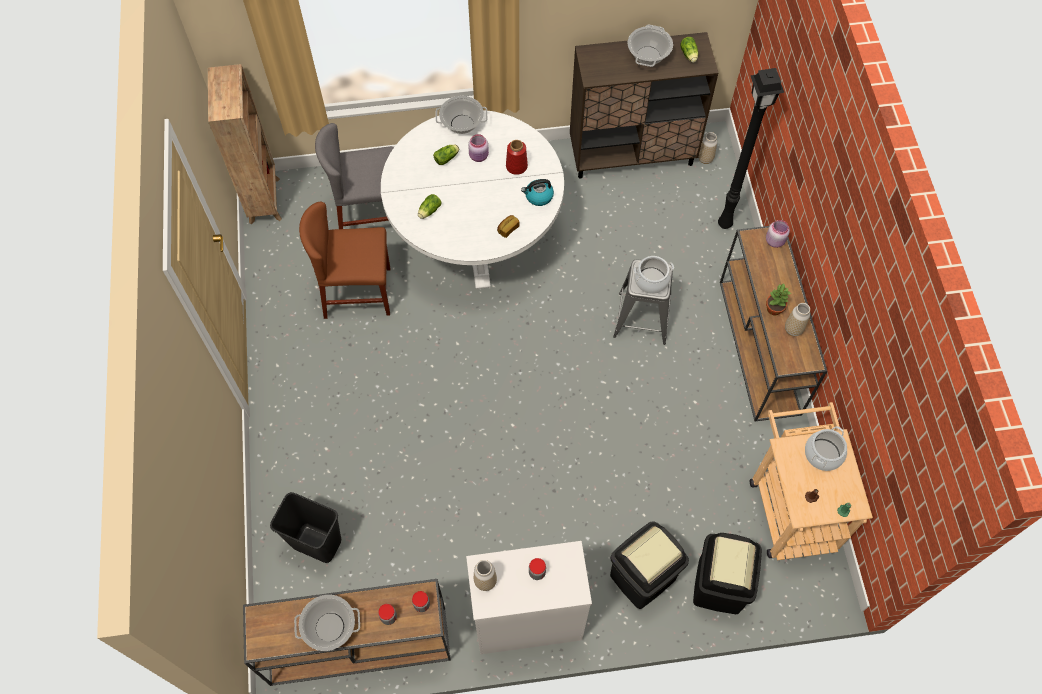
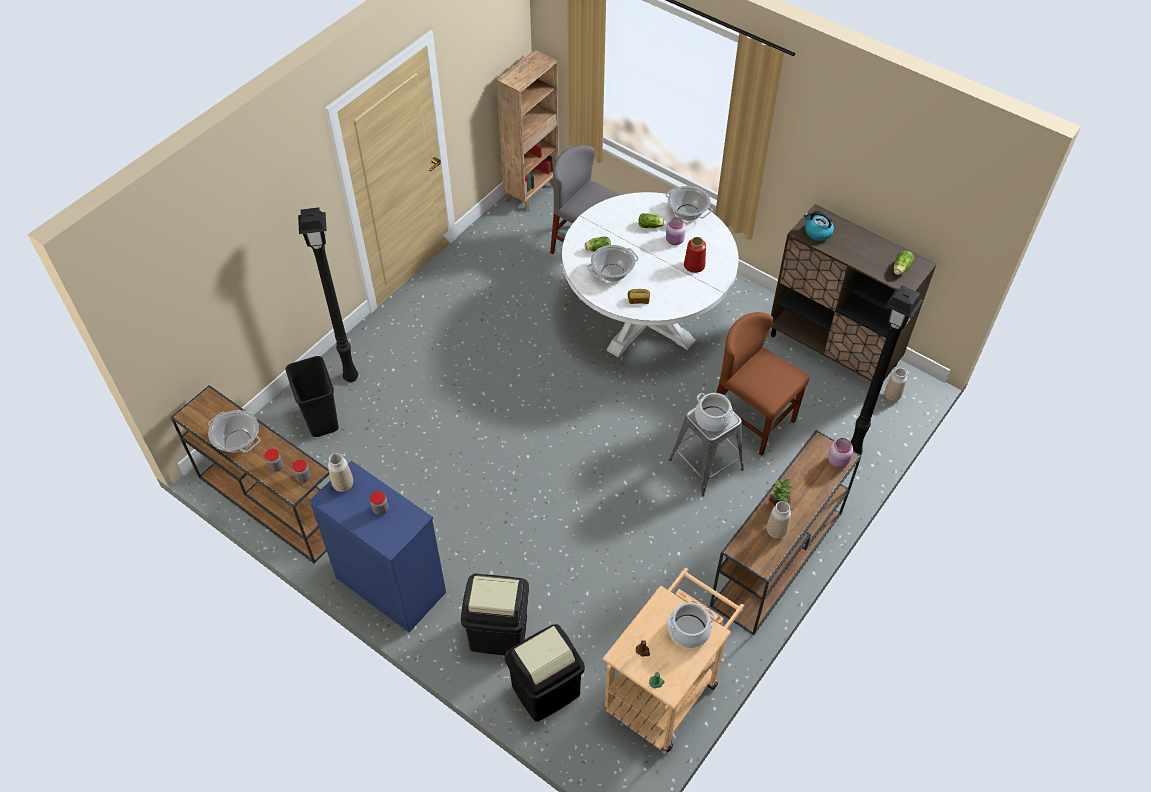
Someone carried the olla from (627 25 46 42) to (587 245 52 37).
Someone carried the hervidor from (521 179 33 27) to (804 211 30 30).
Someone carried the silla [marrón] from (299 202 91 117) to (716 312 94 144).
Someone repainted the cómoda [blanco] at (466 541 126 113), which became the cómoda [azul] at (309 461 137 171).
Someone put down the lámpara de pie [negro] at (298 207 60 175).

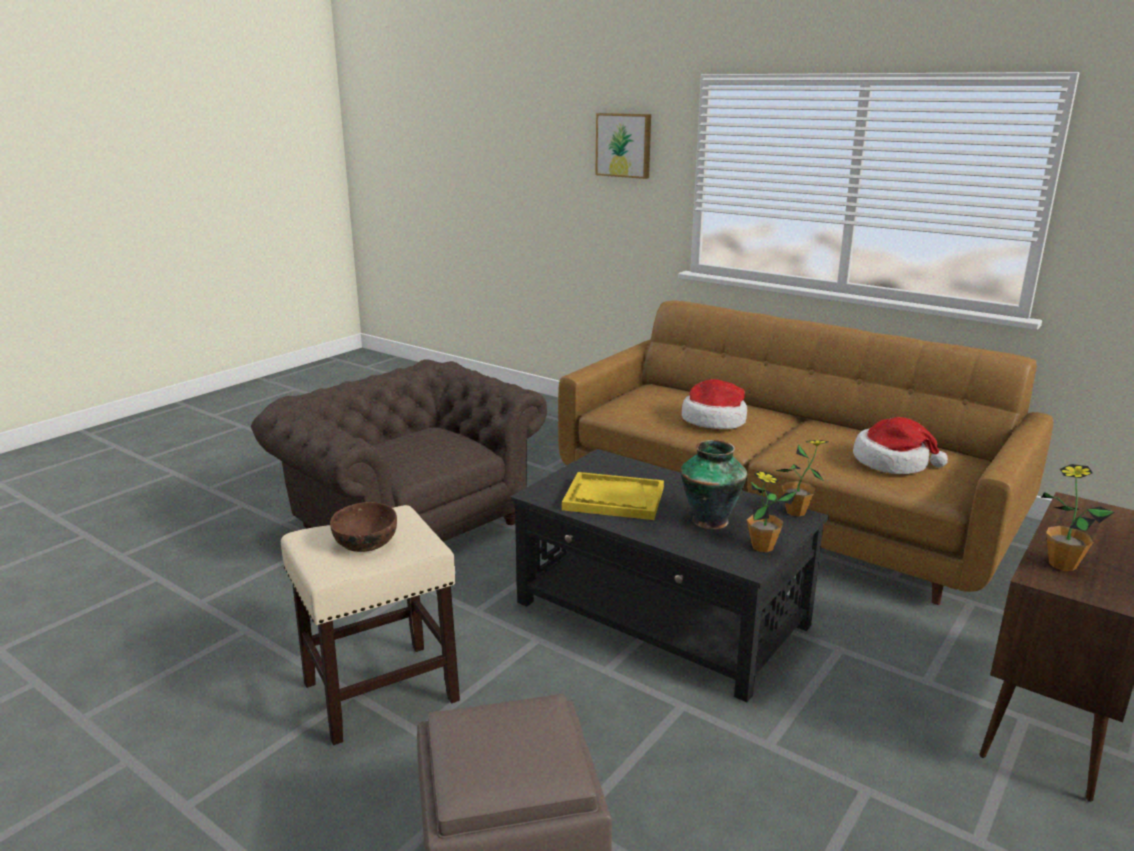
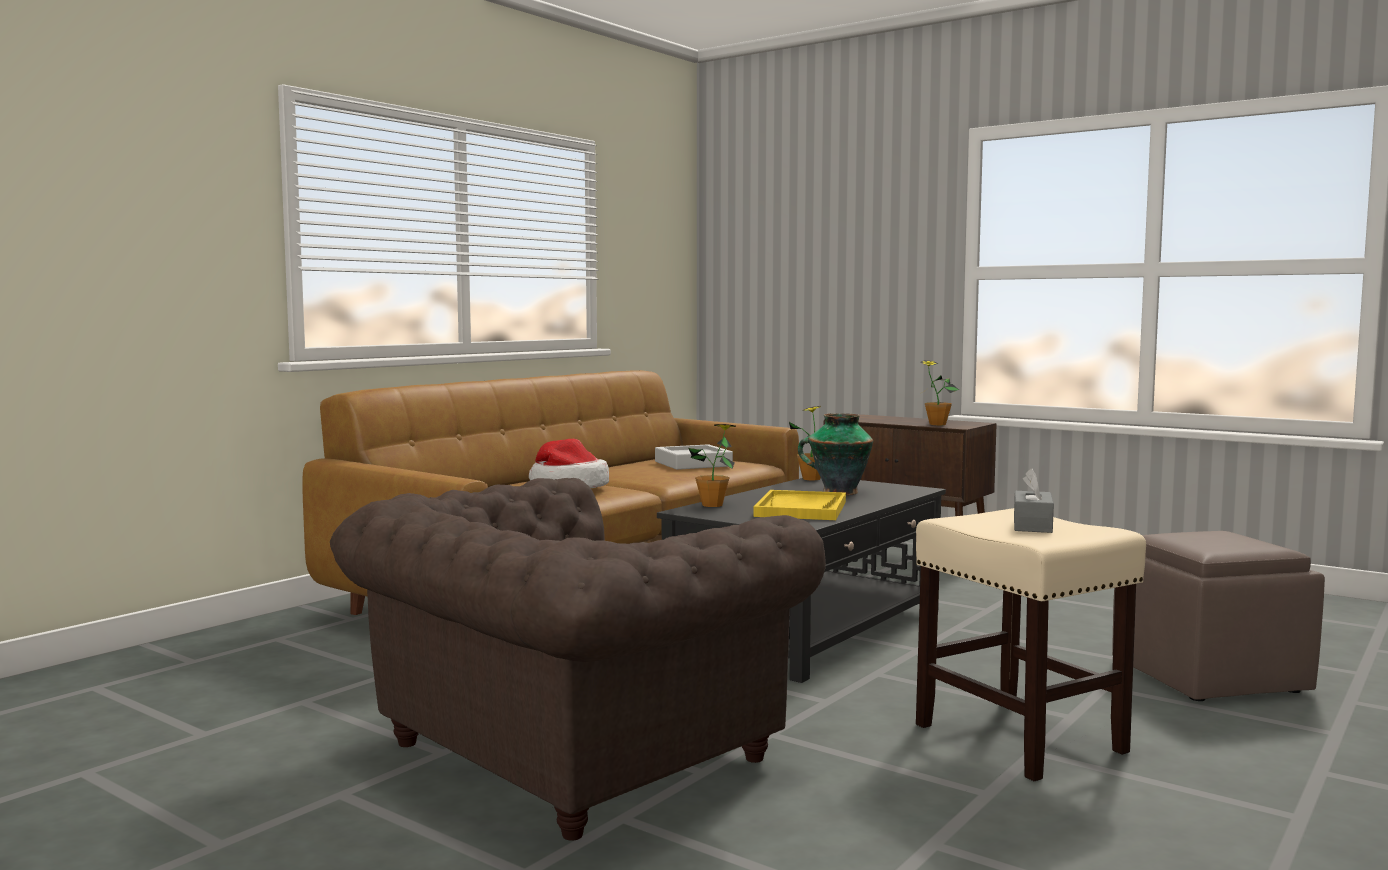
Someone took away the cuadro at (595 113 56 66).
Someone swapped the sombrero at (853 417 95 57) for the bandeja [gris] at (655 444 78 26).
Someone carried the planta en maceta from (747 471 50 81) to (689 424 47 83).
Someone swapped the cuenco [marrón] at (330 502 67 50) for the caja de pañuelos [gris] at (1014 468 40 65).

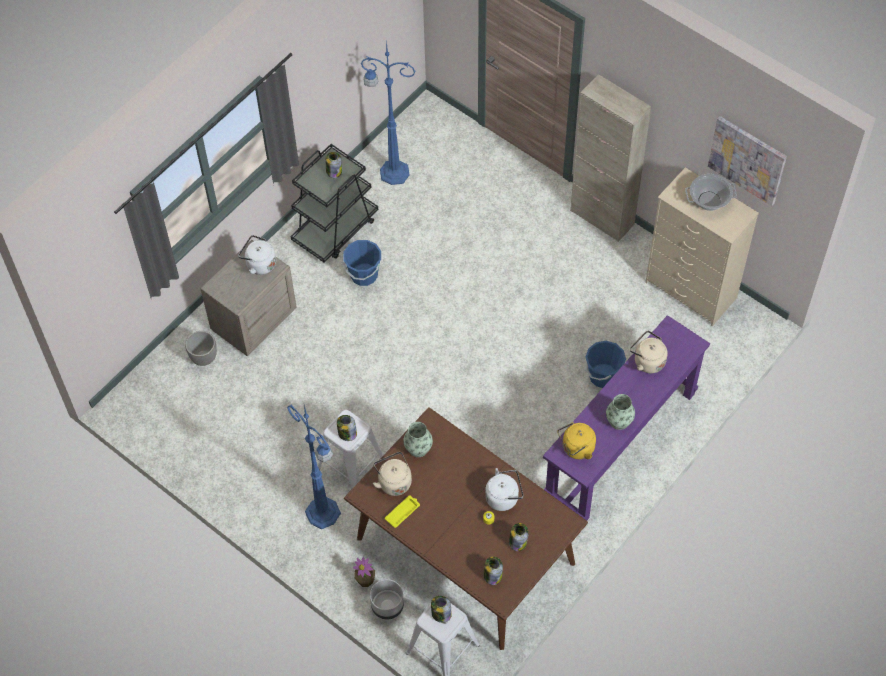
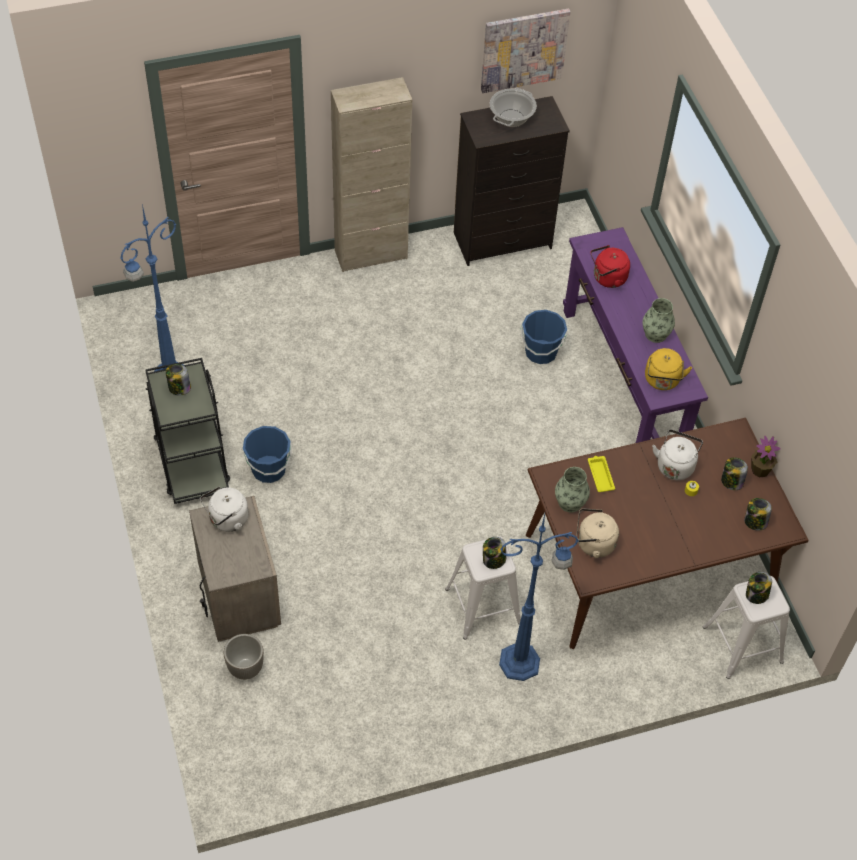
Someone repainted the cómoda [beis] at (645 167 114 159), which became the cómoda [negro] at (454 96 116 170).
Someone repainted the hervidor [beis] at (630 331 38 42), which became the hervidor [rojo] at (591 245 39 43).
Someone carried the bandeja [amarillo] from (385 495 35 33) to (588 456 27 36).
Someone carried the planta en maceta from (353 557 22 30) to (751 436 29 41).
Someone took away the maceta [gris] at (370 579 34 41).

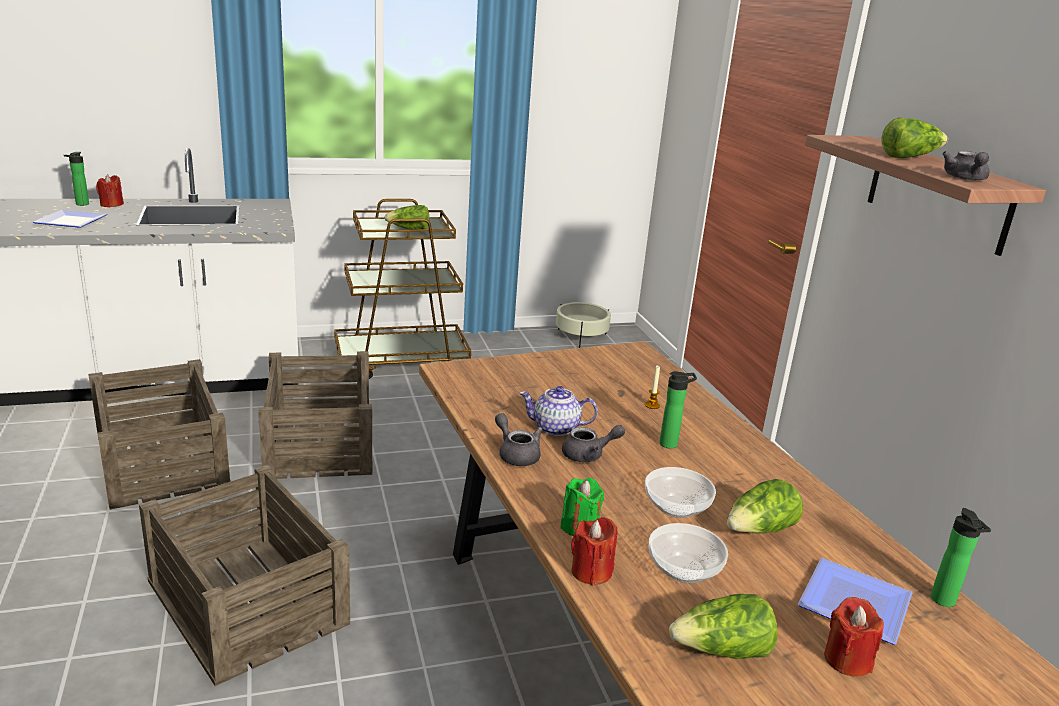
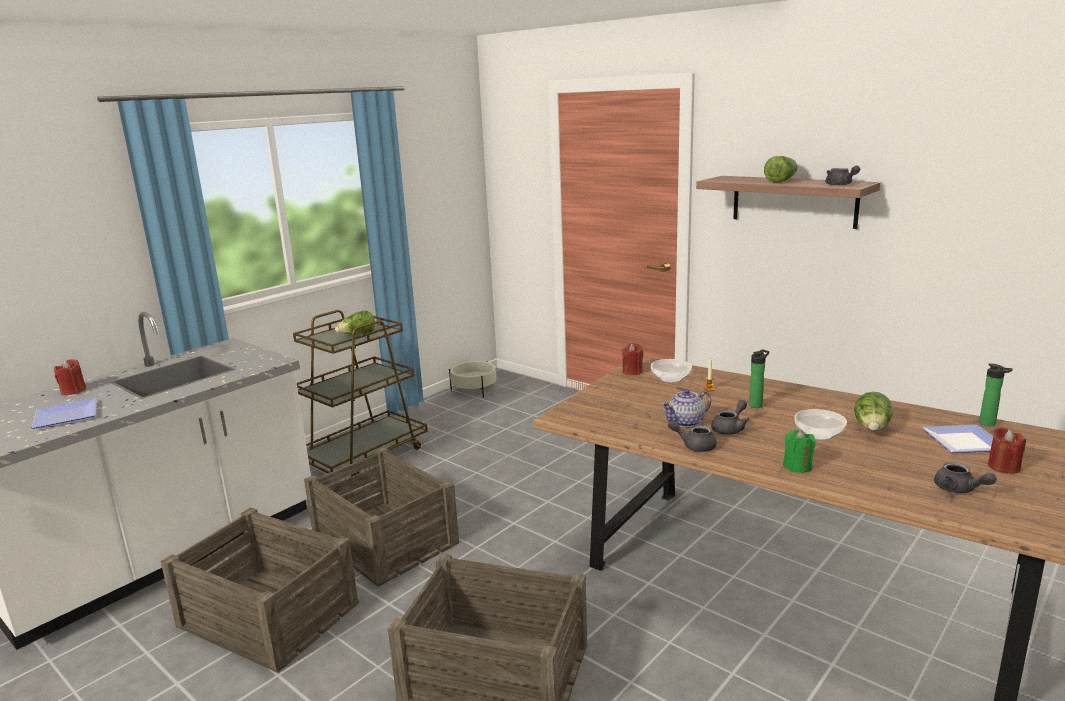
Someone took away the botella at (64 152 25 54).
Someone carried the vela [rojo] from (571 517 46 69) to (622 343 21 32).
Someone carried the cuenco from (649 523 79 60) to (651 359 41 24).
Someone swapped the lechuga at (669 594 109 65) for the tetera [gris] at (934 462 62 31).

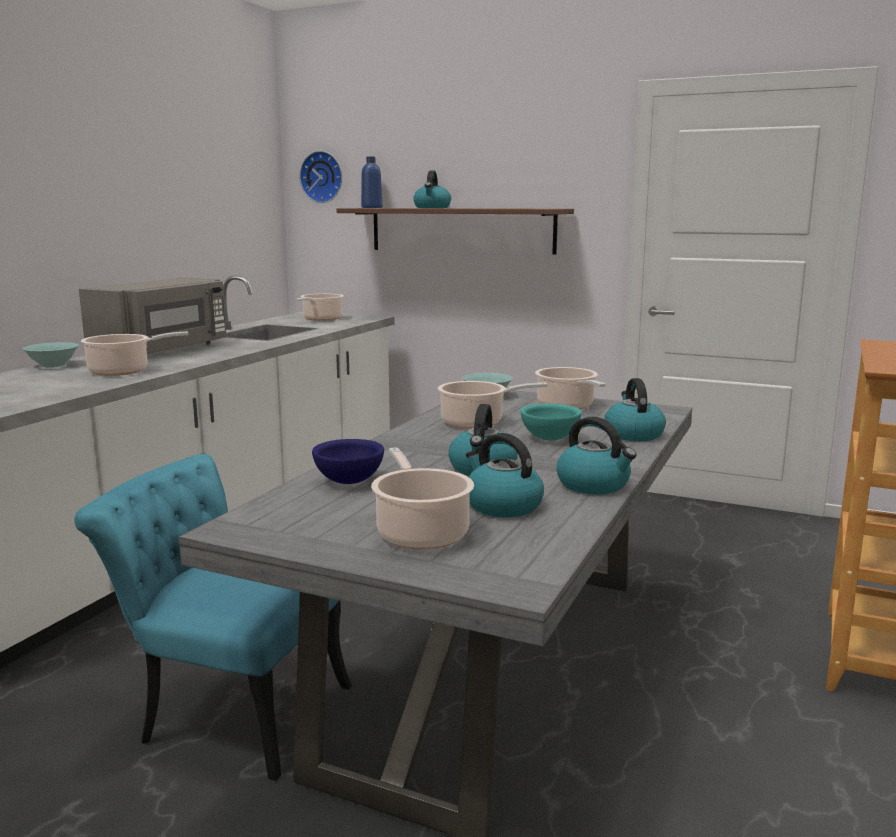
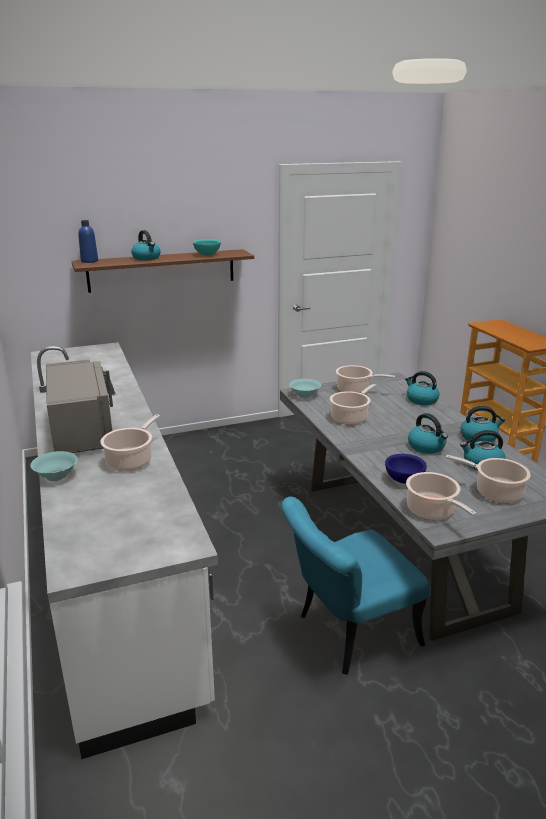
Someone took away the reloj de pared at (299 151 43 52).
Someone carried the olla from (296 294 48 27) to (406 472 71 48).
Someone carried the cuenco [turquesa] from (520 403 62 37) to (193 239 28 17).

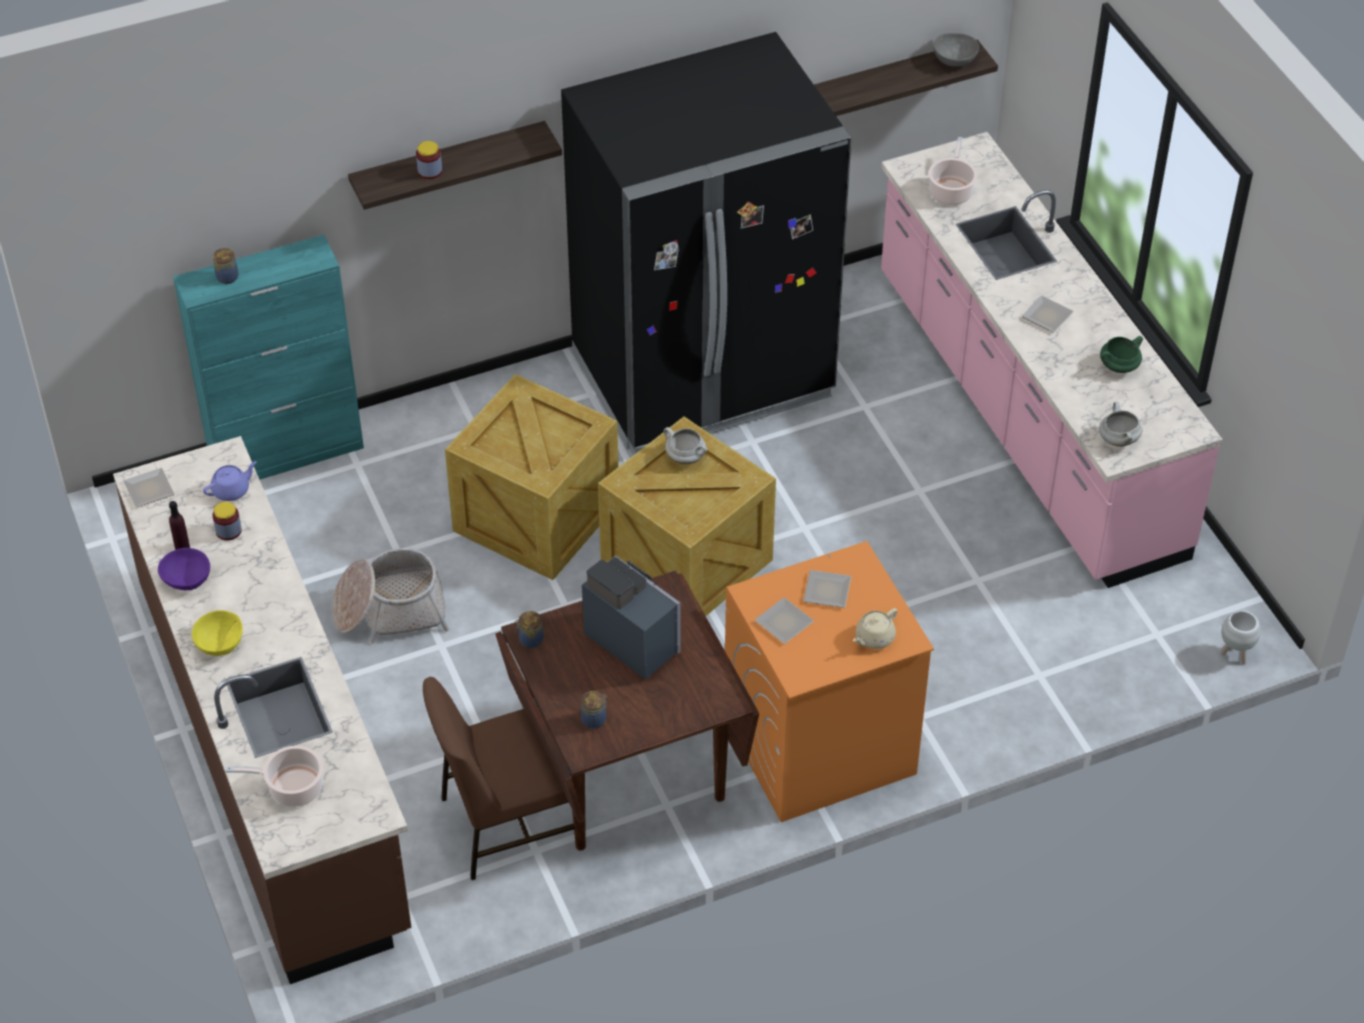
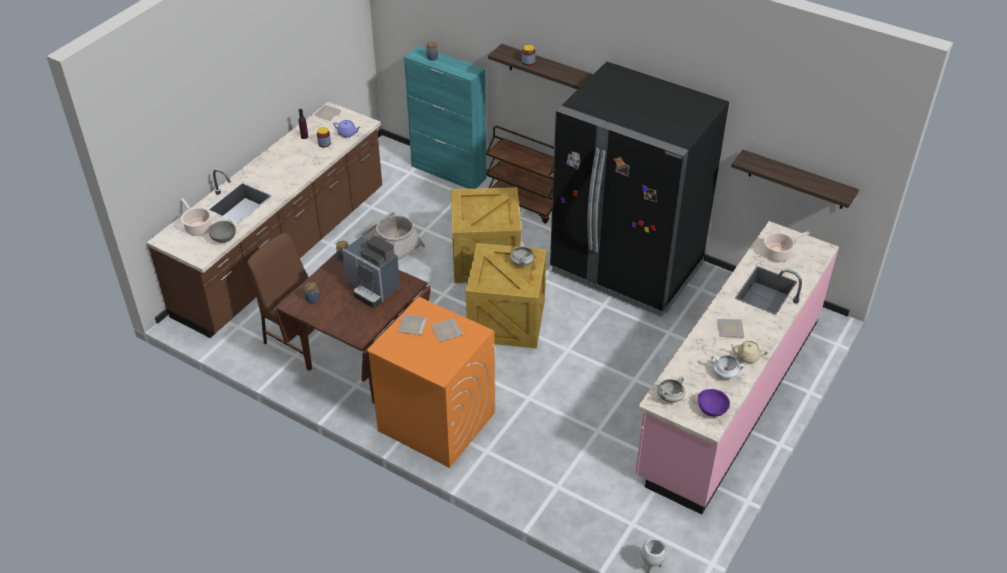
Someone carried the cuenco [gris] from (933 33 46 34) to (208 221 28 22).
Someone repainted the olla [verde] at (1100 336 43 37), which became the olla [blanco] at (711 354 33 25).
Someone carried the cuenco [morado] from (158 548 52 42) to (698 389 32 28).
Someone rotated the cafetera at (582 556 99 123) by 120 degrees clockwise.
Someone carried the tetera [beis] from (853 608 44 41) to (730 341 38 22).
Someone took away the cuenco [amarillo] at (192 610 51 46).
Someone put down the carrito [marrón] at (486 126 68 97).

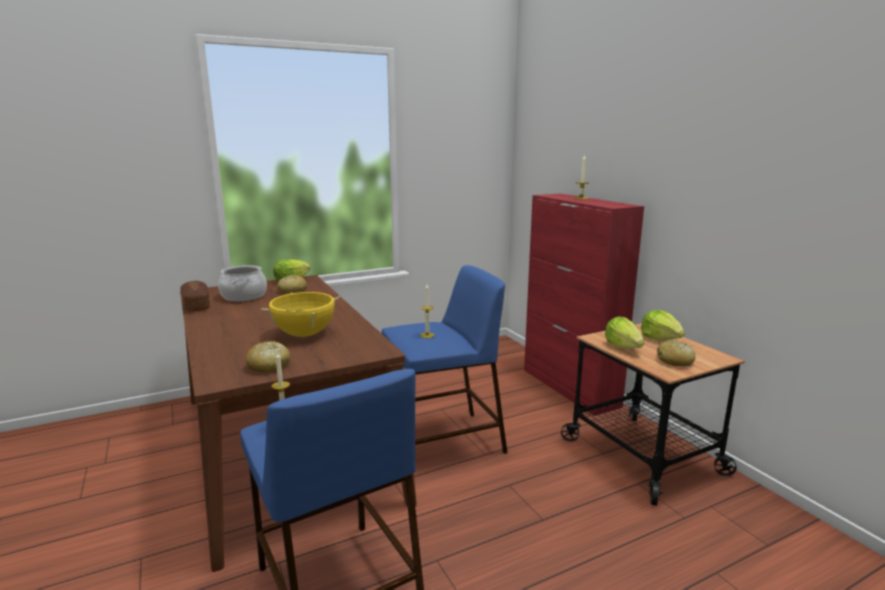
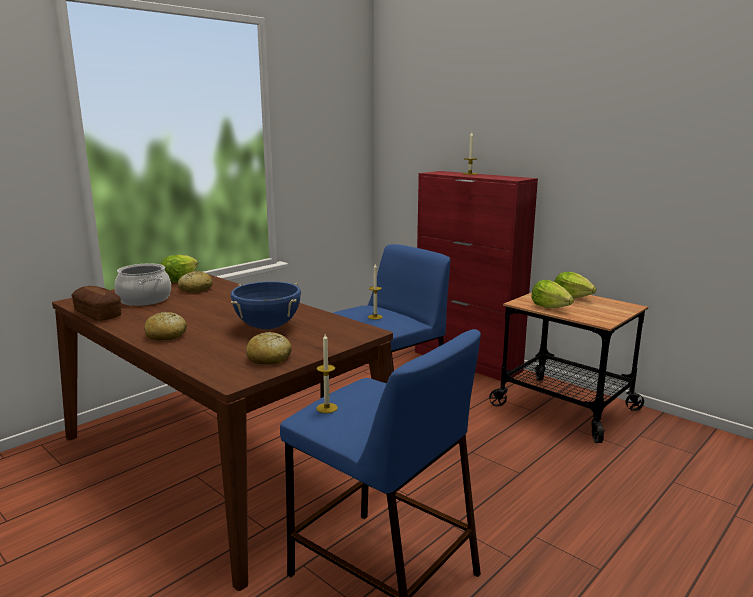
Someone repainted the olla [amarillo] at (261 292 79 45), which became the olla [azul] at (231 281 70 48).
Someone carried the pan from (657 339 39 27) to (144 312 43 29).

